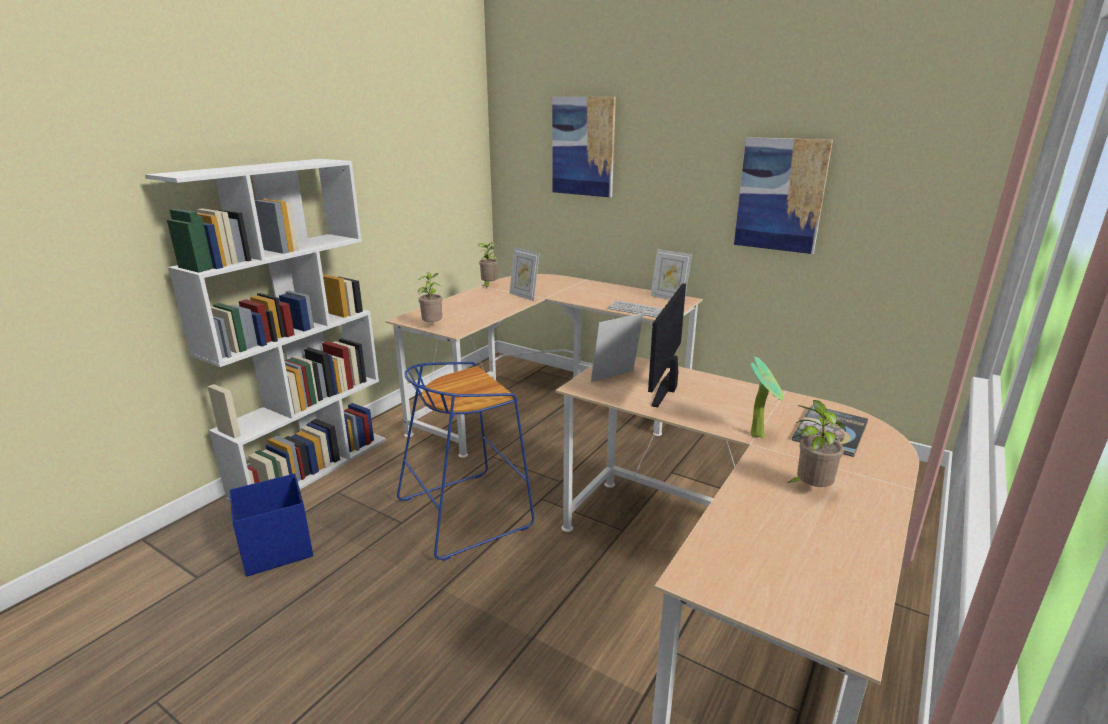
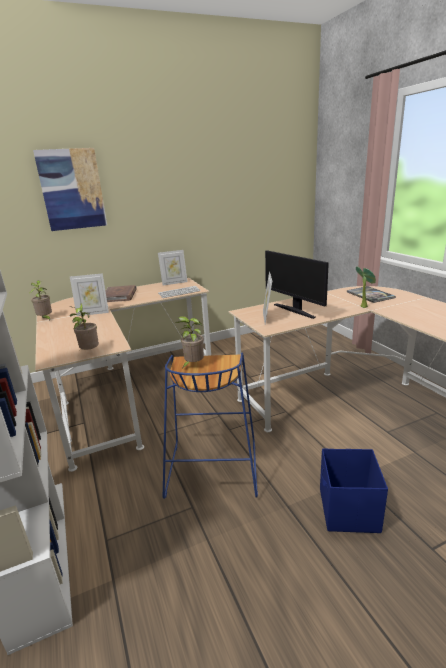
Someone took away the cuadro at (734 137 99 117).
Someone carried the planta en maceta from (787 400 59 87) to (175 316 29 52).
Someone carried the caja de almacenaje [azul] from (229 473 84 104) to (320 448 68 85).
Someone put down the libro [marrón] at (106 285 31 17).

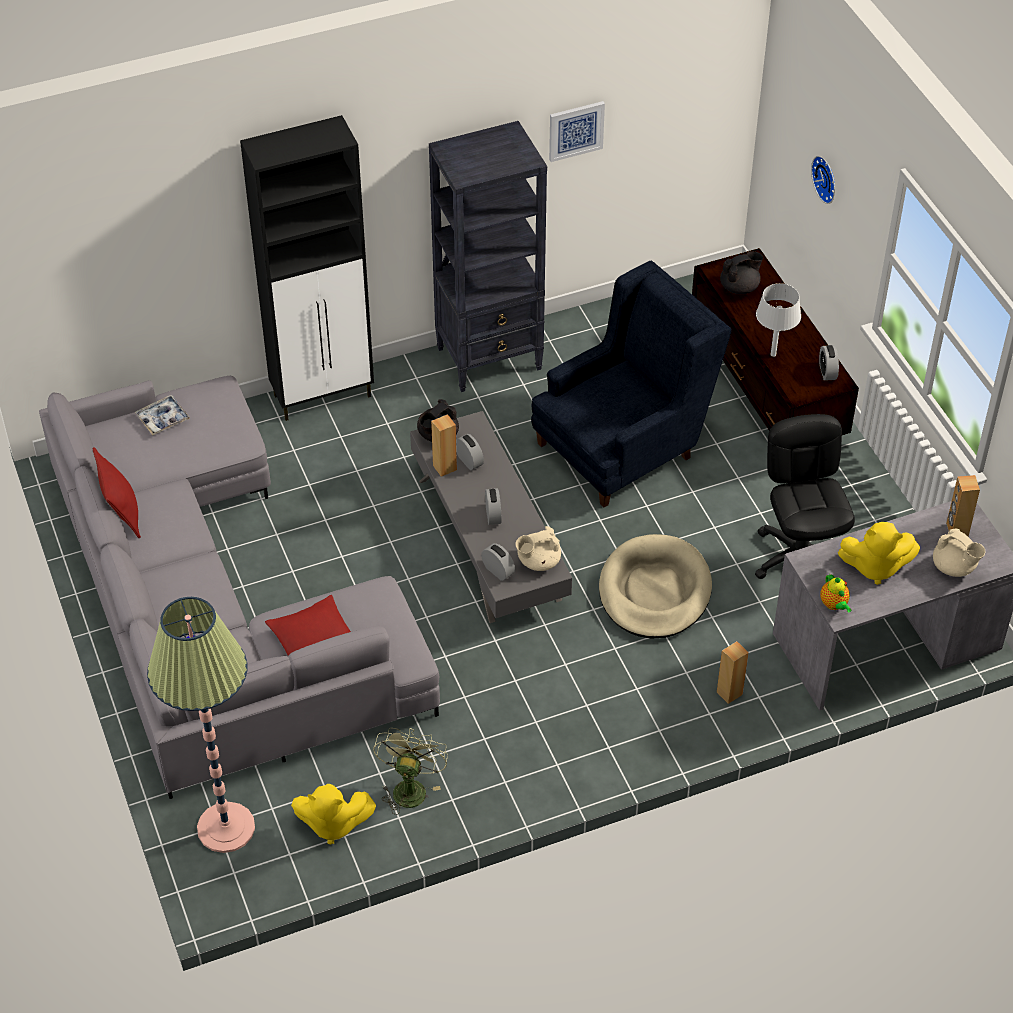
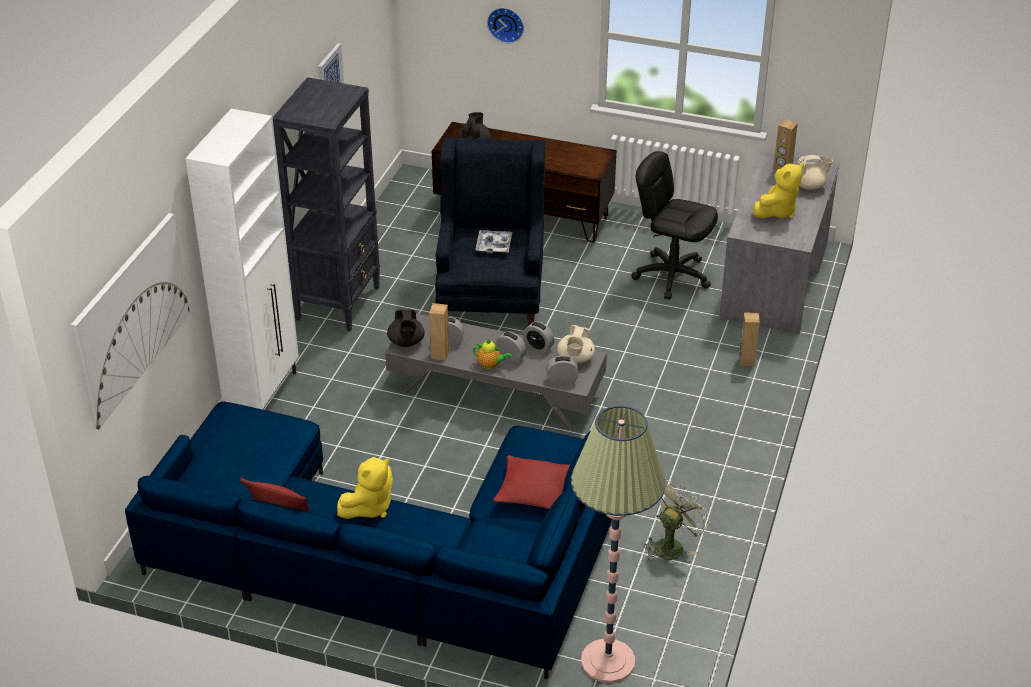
Someone repainted the armario [negro] at (240 115 134 306), which became the armario [blanco] at (185 109 114 301).
Someone took away the lámpara de mesa [gris] at (756 283 45 74).
Someone carried the despertador from (819 345 20 36) to (523 322 32 31).
Someone repainted the sofá [gris] at (39 376 401 423), which became the sofá [azul] at (125 402 487 277).
Someone carried the bandeja from (135 395 55 40) to (476 230 36 23).
Someone took away the cama para perro [beis] at (599 534 113 105).
Someone carried the tetera from (820 573 32 39) to (473 339 39 30).
Someone rotated the ventilador [verde] at (373 728 75 87) by 75 degrees clockwise.
Someone carried the peluche [amarillo] from (291 784 85 60) to (337 457 56 62).
Someone put up the cuadro at (71 213 119 216).

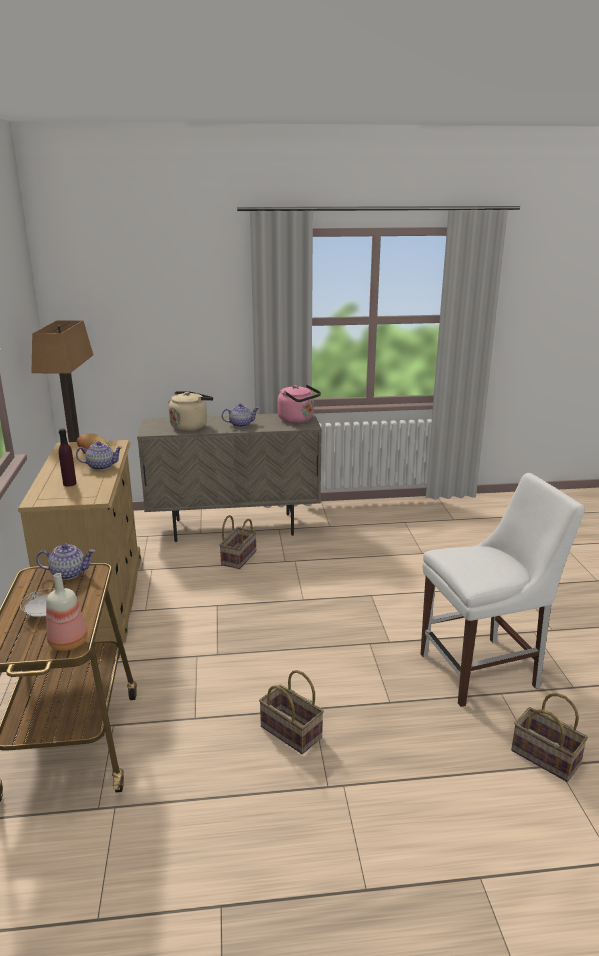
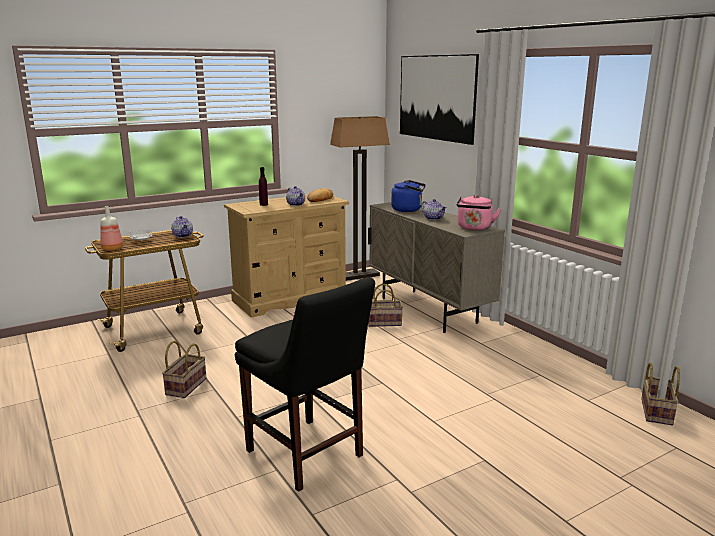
Someone repainted the hervidor [beis] at (168 391 45 40), which became the hervidor [azul] at (391 180 35 32).
Someone repainted the silla [blanco] at (421 473 164 234), which became the silla [negro] at (235 277 140 215).
Someone carried the cesta from (511 693 77 89) to (641 362 39 63).
Someone put up the cuadro at (400 54 79 91).

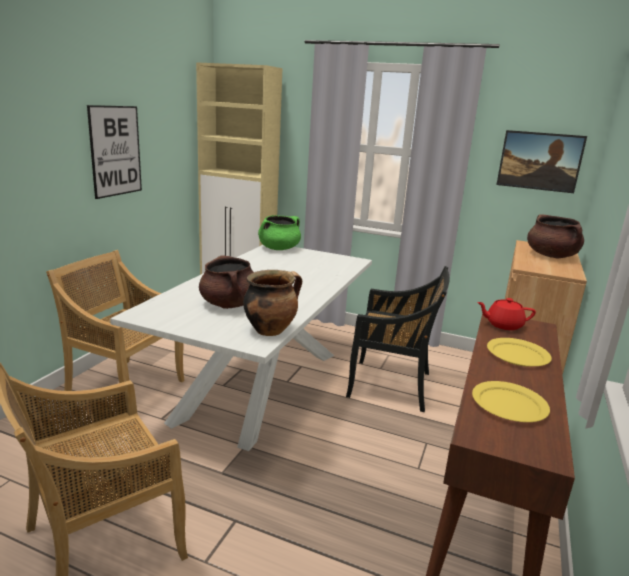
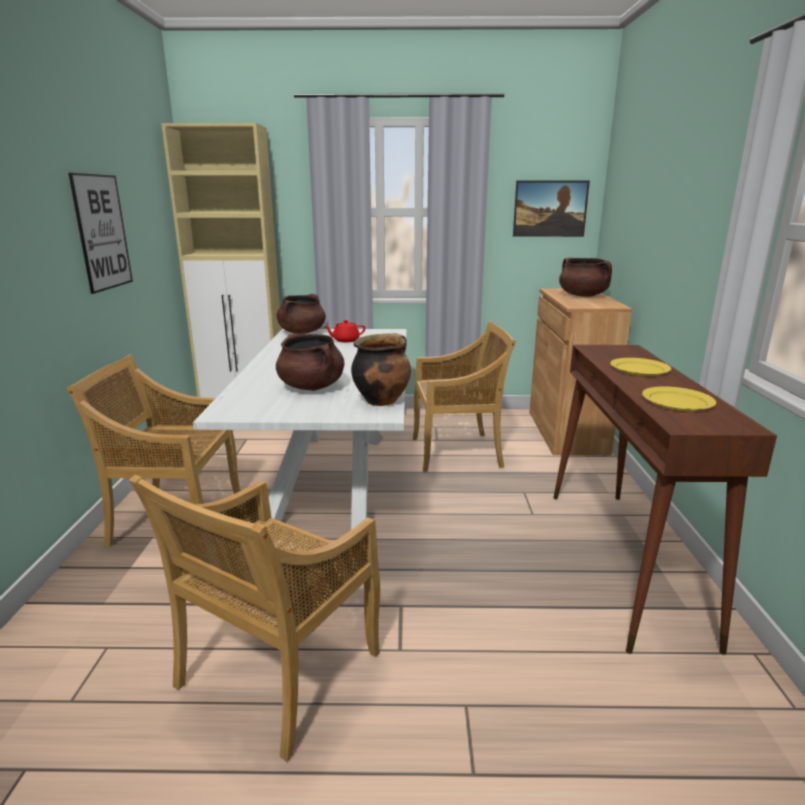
Someone repainted the olla [verde] at (258 215 43 35), which became the olla [marrón] at (277 294 49 40).
Someone repainted the silla [negro] at (346 266 104 146), which became the silla [beis] at (413 321 103 151).
Someone carried the tetera [rojo] from (477 298 59 32) to (324 320 41 22).

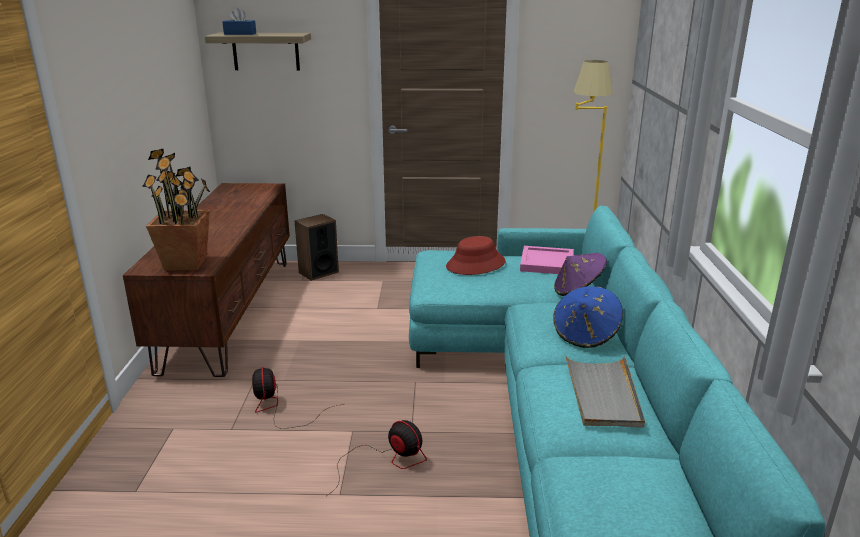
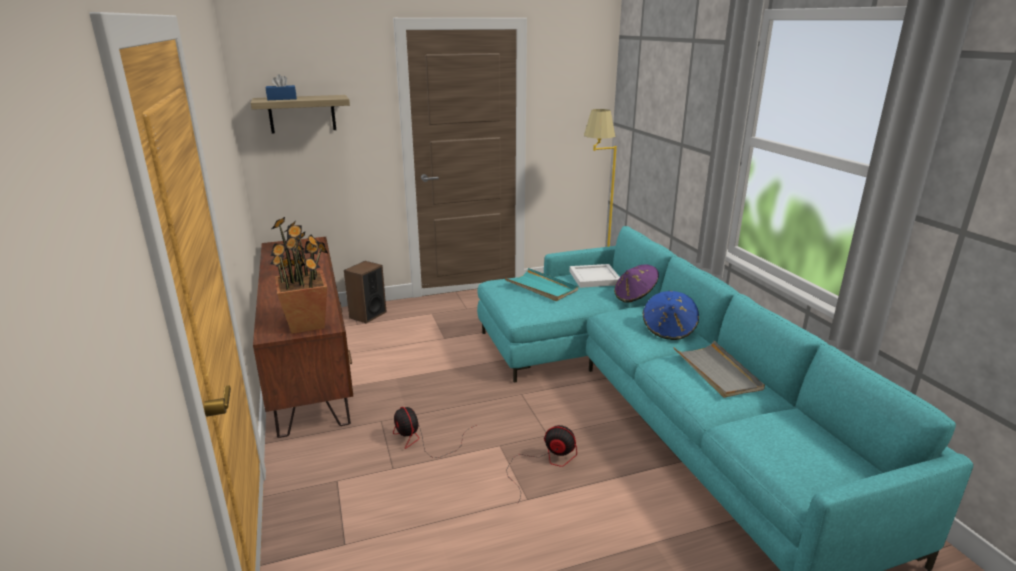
Someone swapped the sombrero [rojo] at (446 236 60 39) for the bandeja [turquesa] at (505 268 73 33).
Someone repainted the bandeja [rosa] at (520 246 54 28), which became the bandeja [blanco] at (569 264 51 24).

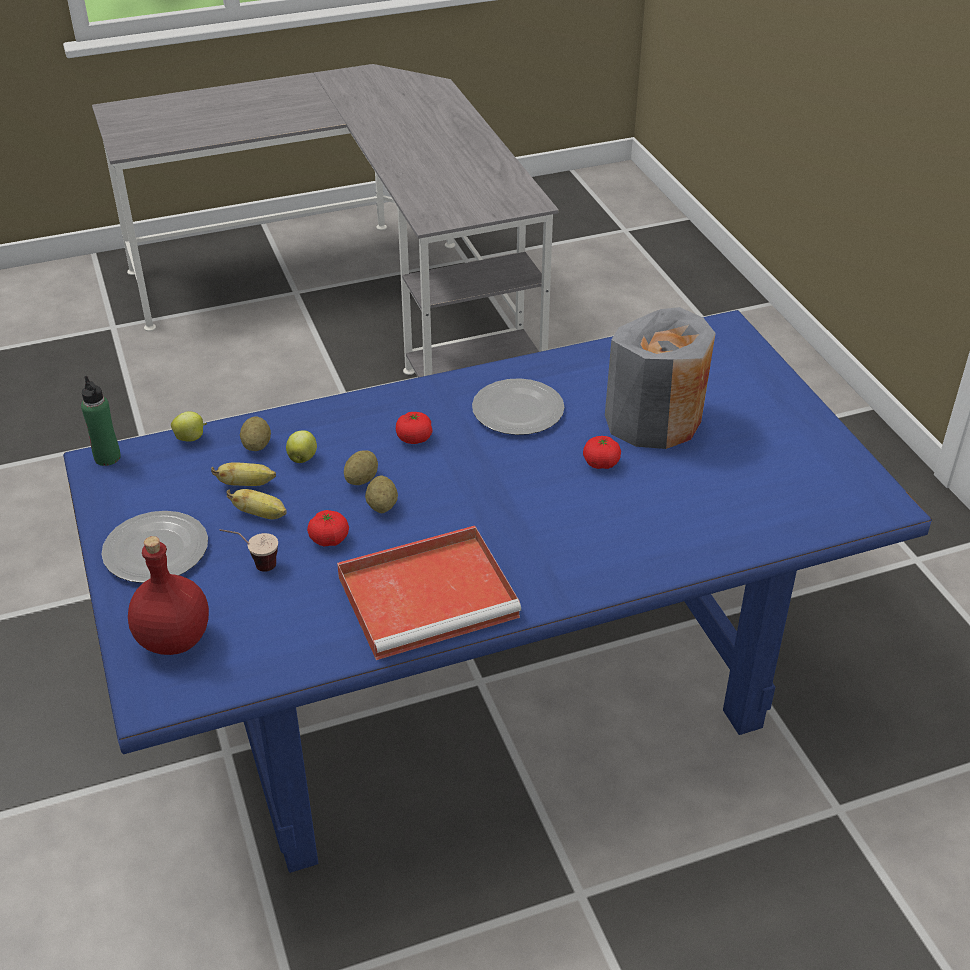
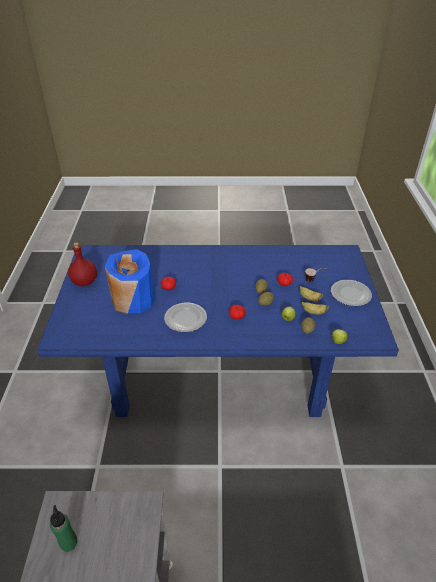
Someone repainted the florero [gris] at (605 307 111 142), which became the florero [azul] at (105 249 51 65).
Someone carried the botella [verde] from (81 376 40 90) to (50 505 28 47).
Someone took away the bandeja [rojo] at (337 526 184 134).
Someone carried the botella [rojo] from (128 536 81 119) to (68 242 29 45).

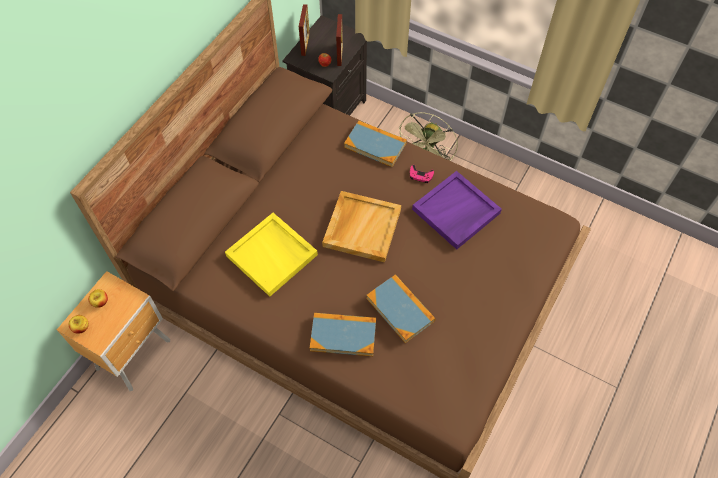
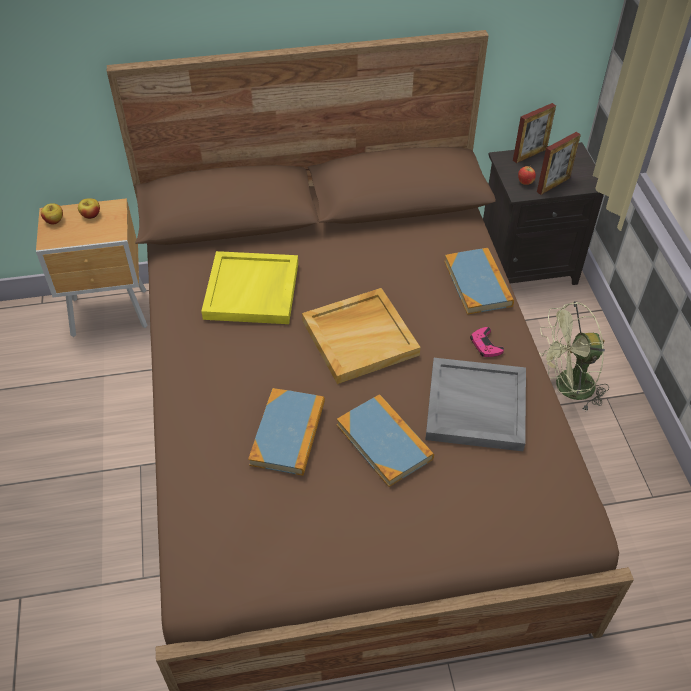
Someone repainted the bandeja [morado] at (412 171 90 79), which became the bandeja [gris] at (425 358 101 93).
Someone carried the libro from (310 313 66 43) to (337 394 97 93).

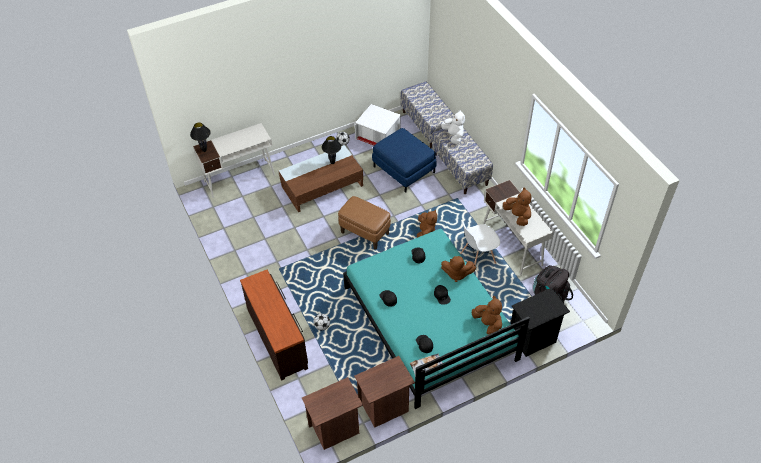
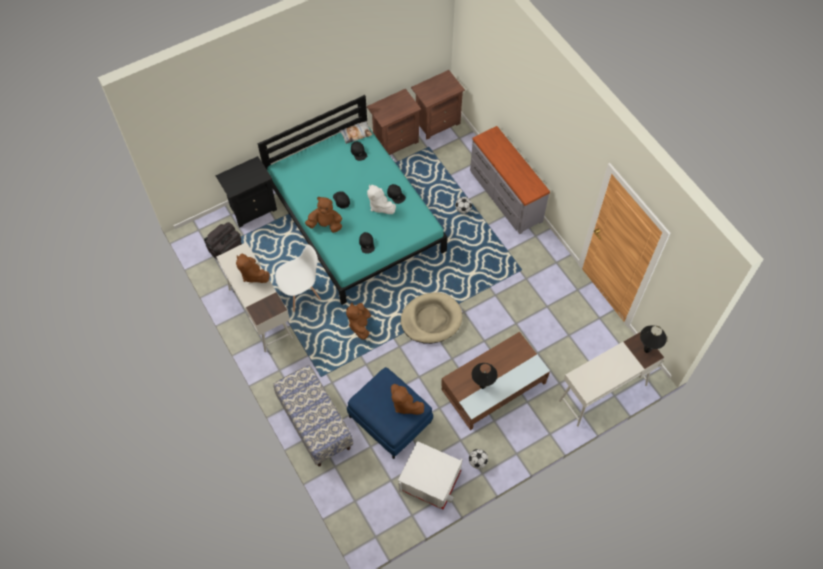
Someone took away the banco at (401 81 53 67).
Someone carried the peluche [blanco] from (441 109 24 35) to (367 185 29 29).
Someone swapped the puf [marrón] at (338 196 53 54) for the cama para perro [beis] at (401 293 61 51).
Someone repainted the cómoda [marrón] at (240 270 68 110), which became the cómoda [gris] at (470 126 80 108).
Someone carried the peluche [marrón] from (472 296 30 39) to (391 384 33 31).

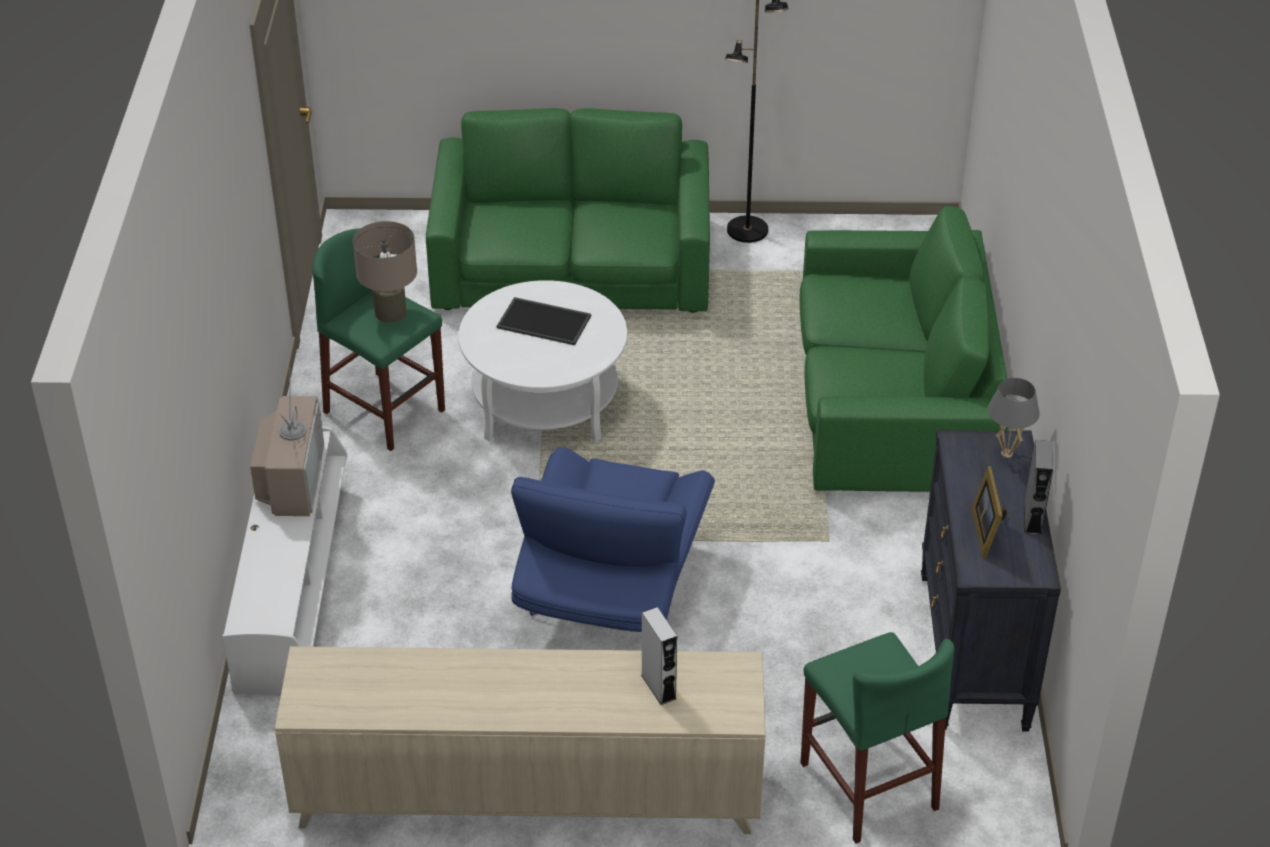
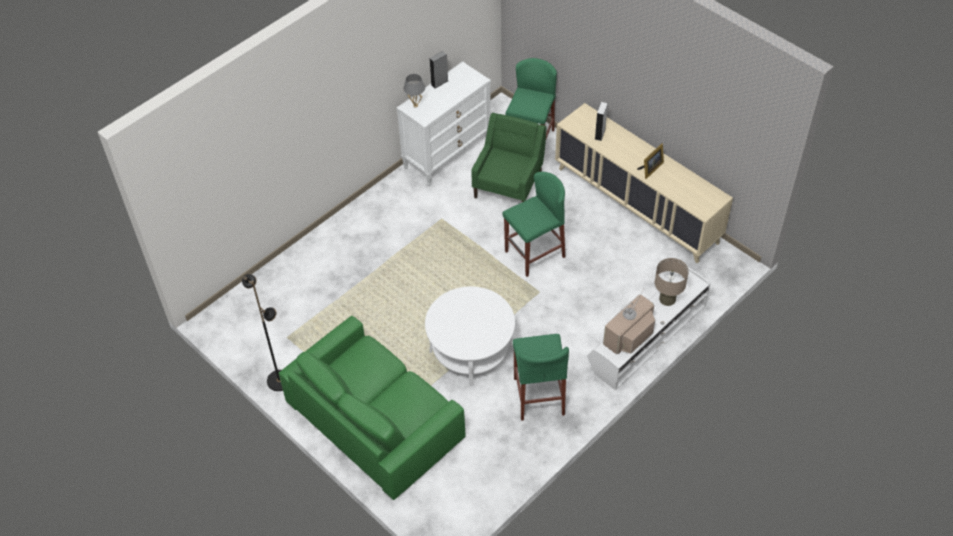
Someone took away the sofá [verde] at (800 206 209 286).
Someone carried the lámpara de mesa [beis] from (353 221 64 102) to (655 258 34 48).
Someone took away the bandeja at (497 297 94 48).
Someone repainted the cómoda [negro] at (921 430 140 302), which became the cómoda [blanco] at (396 61 95 125).
Someone swapped the sillón [azul] at (511 447 204 185) for the taburete [verde] at (502 172 63 105).
Someone carried the portarretratos from (972 466 35 93) to (637 143 27 36).
Someone put down the sillón [verde] at (471 113 75 90).

